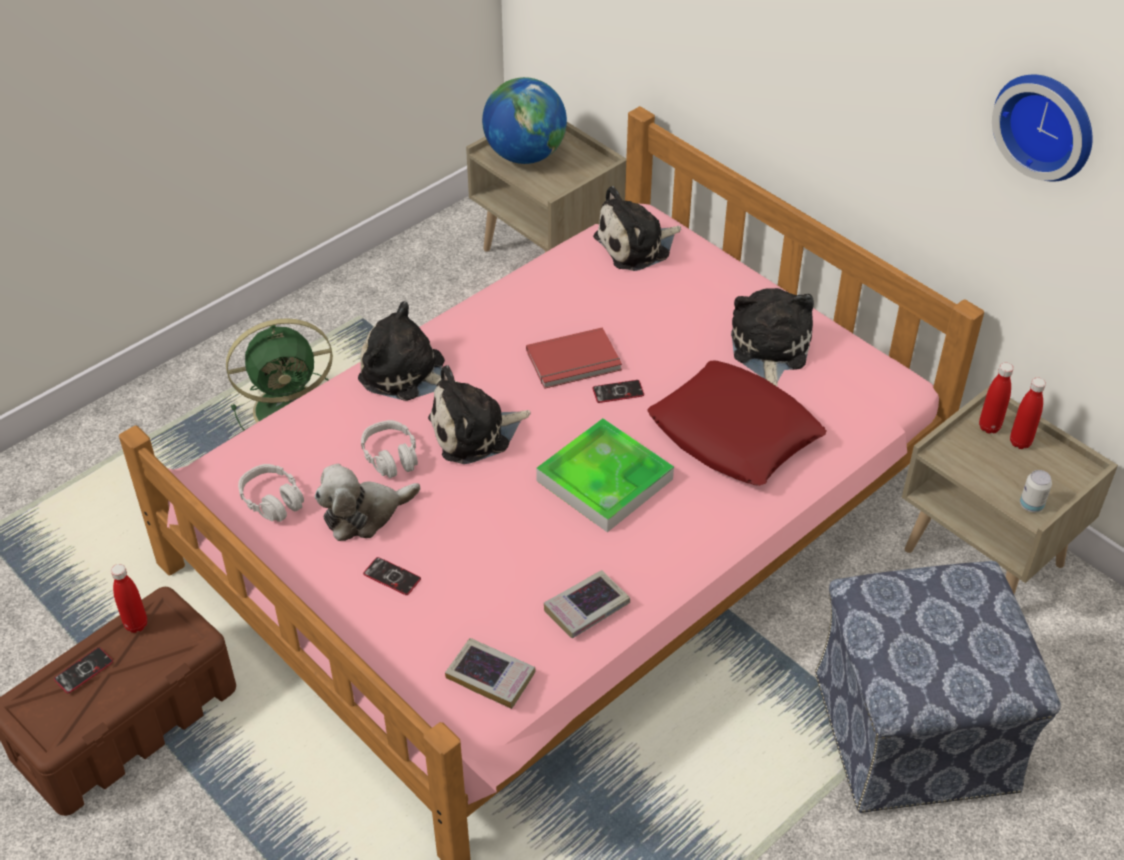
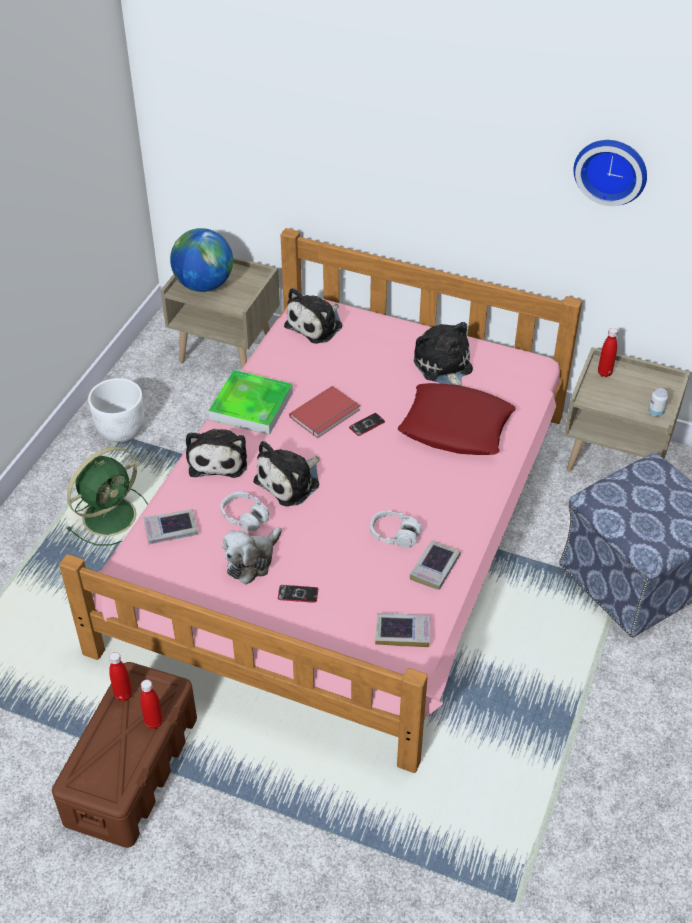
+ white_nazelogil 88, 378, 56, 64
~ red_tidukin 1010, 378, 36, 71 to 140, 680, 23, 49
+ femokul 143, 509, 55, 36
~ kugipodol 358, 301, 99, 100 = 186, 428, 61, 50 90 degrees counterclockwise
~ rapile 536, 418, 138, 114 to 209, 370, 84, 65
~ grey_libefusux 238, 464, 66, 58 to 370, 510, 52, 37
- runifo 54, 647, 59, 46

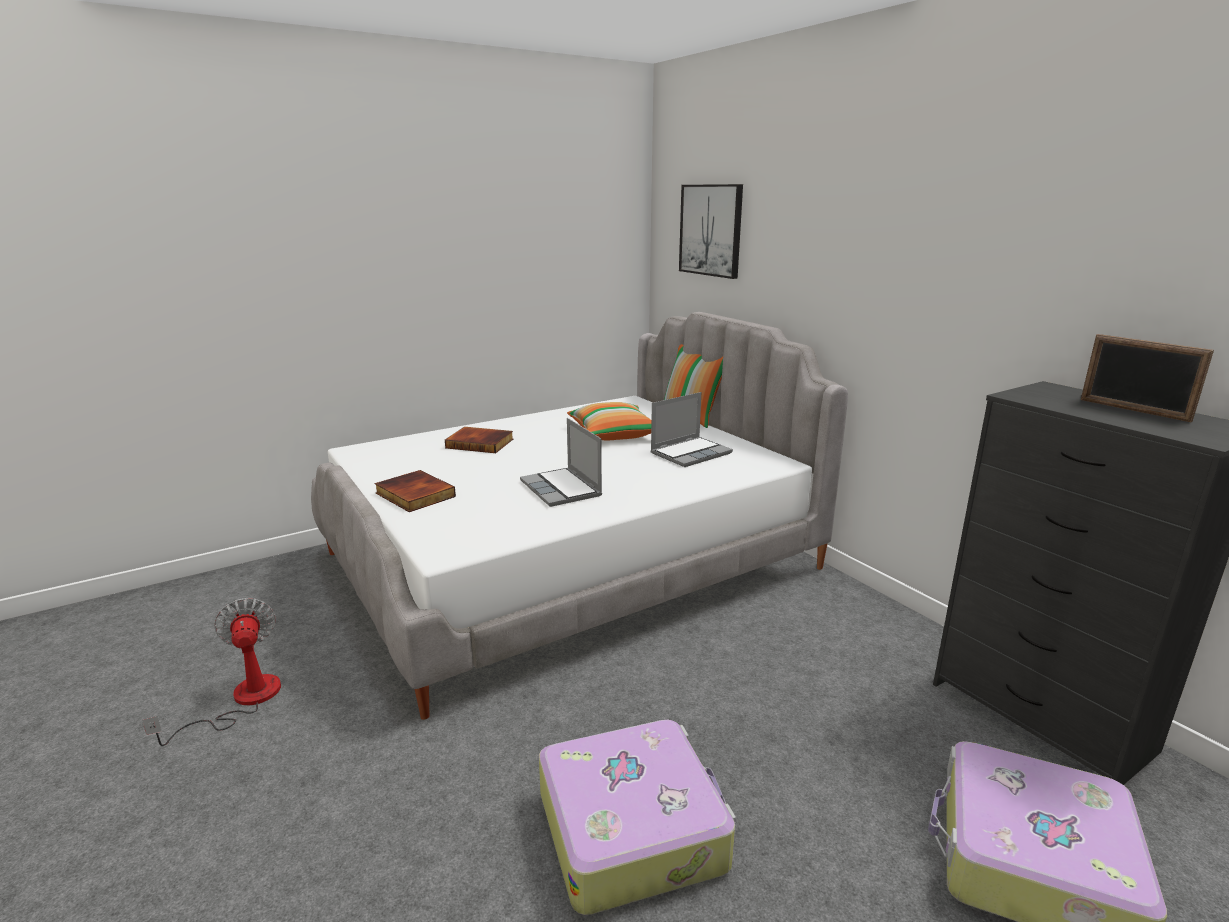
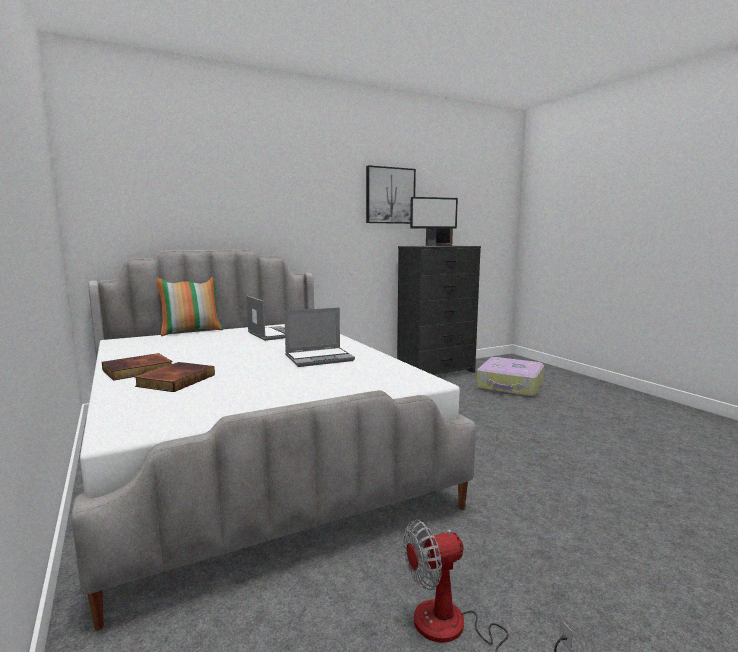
~ femokul 375, 470, 81, 42 to 102, 353, 71, 28
~ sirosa 679, 184, 64, 95 to 366, 165, 50, 59
+ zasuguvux 410, 197, 48, 49
- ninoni 539, 720, 197, 195
- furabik 567, 402, 85, 38

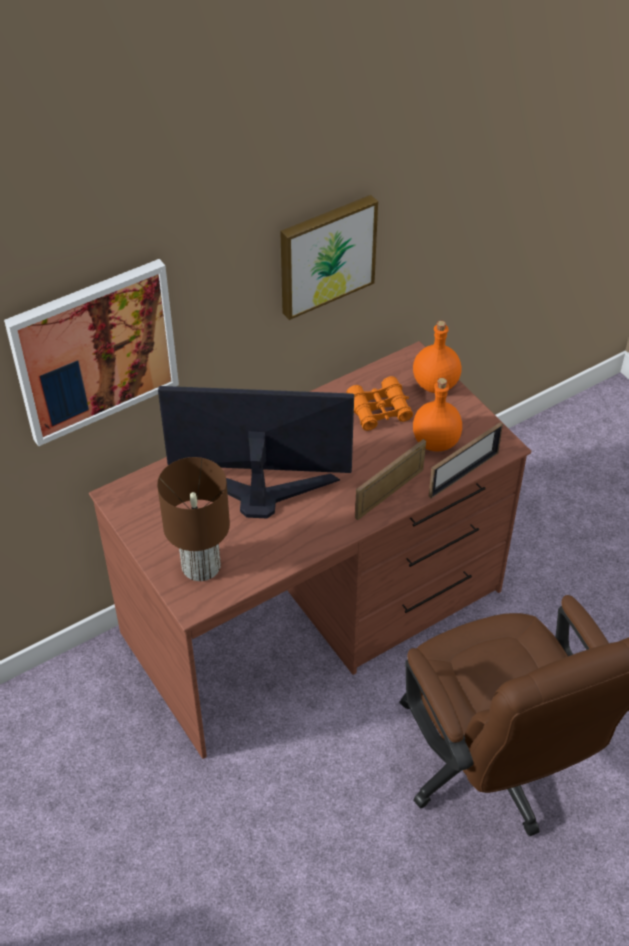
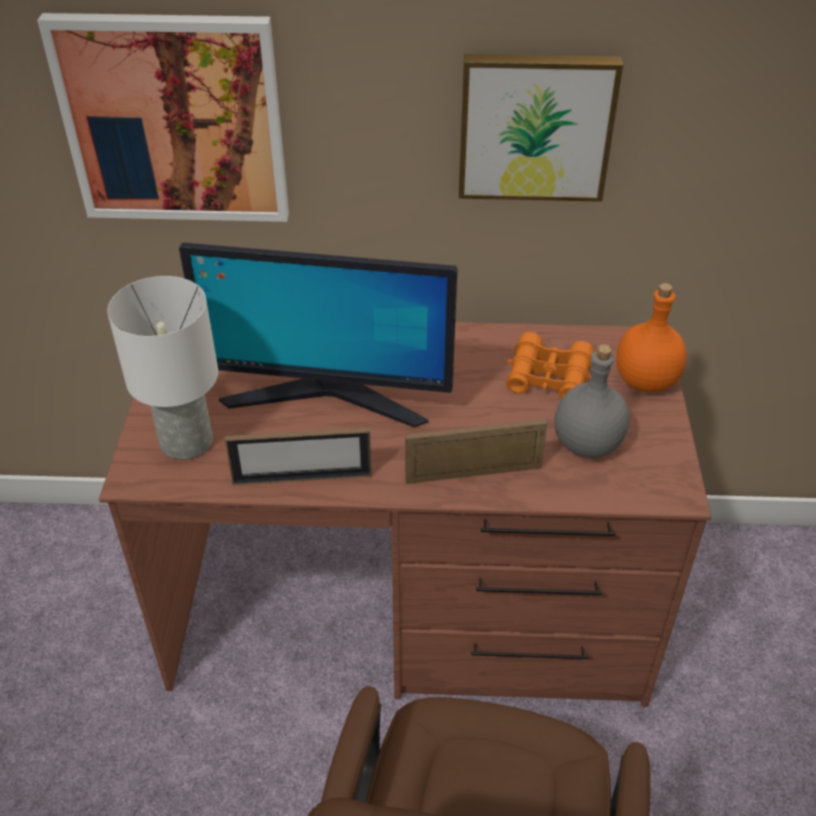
~ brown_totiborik 157, 457, 73, 124 to white_totiborik 107, 276, 111, 184
~ zasuguvux 158, 386, 196, 132 = 179, 243, 279, 185 150 degrees clockwise
~ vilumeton 429, 422, 74, 76 to 225, 427, 147, 58
~ orange_tidukin 413, 378, 49, 73 to grey_tidukin 555, 344, 75, 114

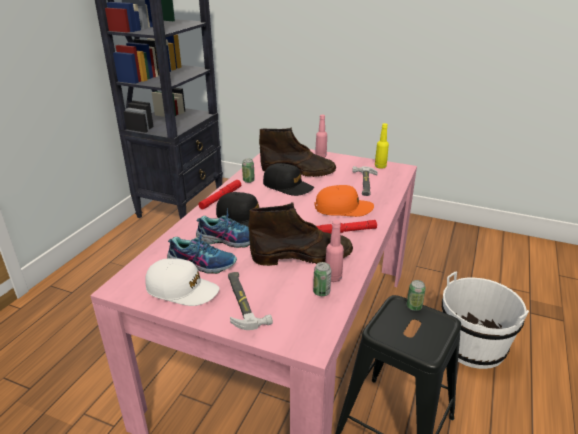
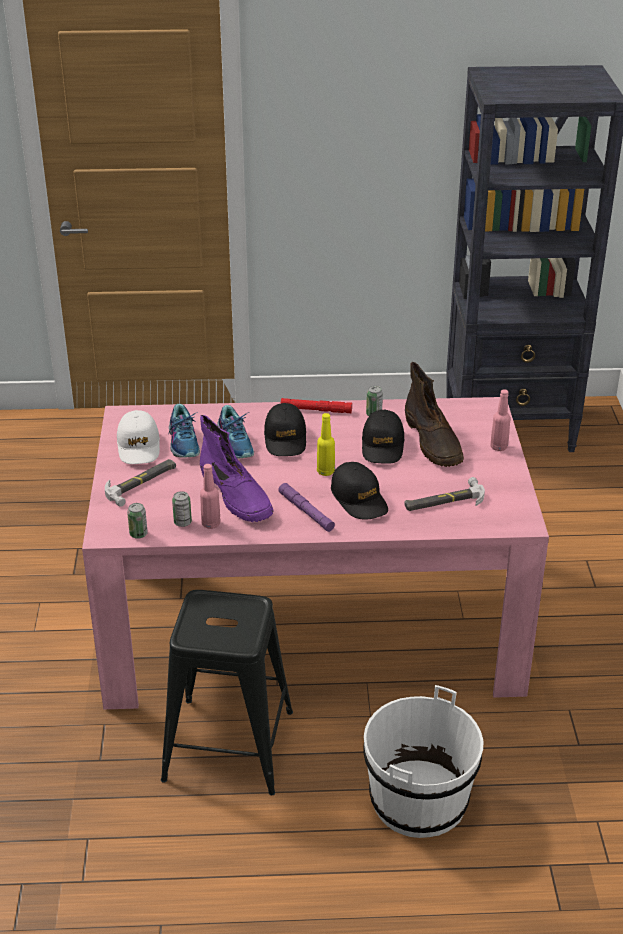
~ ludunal 407, 280, 19, 31 to 127, 503, 21, 36
~ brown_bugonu 249, 203, 104, 63 to purple_bugonu 200, 415, 73, 107
~ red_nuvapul 317, 220, 60, 13 to purple_nuvapul 278, 483, 57, 49
~ yellow_tidukin 375, 123, 14, 46 to 317, 413, 18, 63
~ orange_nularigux 314, 185, 60, 32 to black_nularigux 331, 462, 57, 58

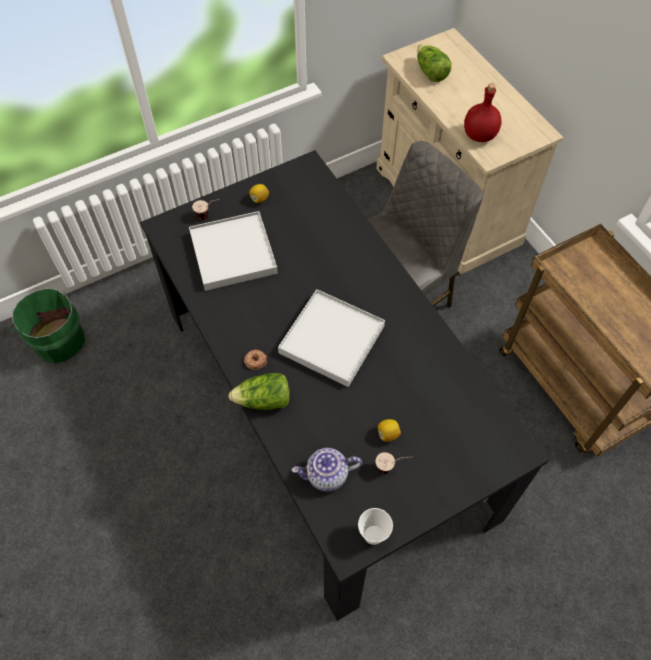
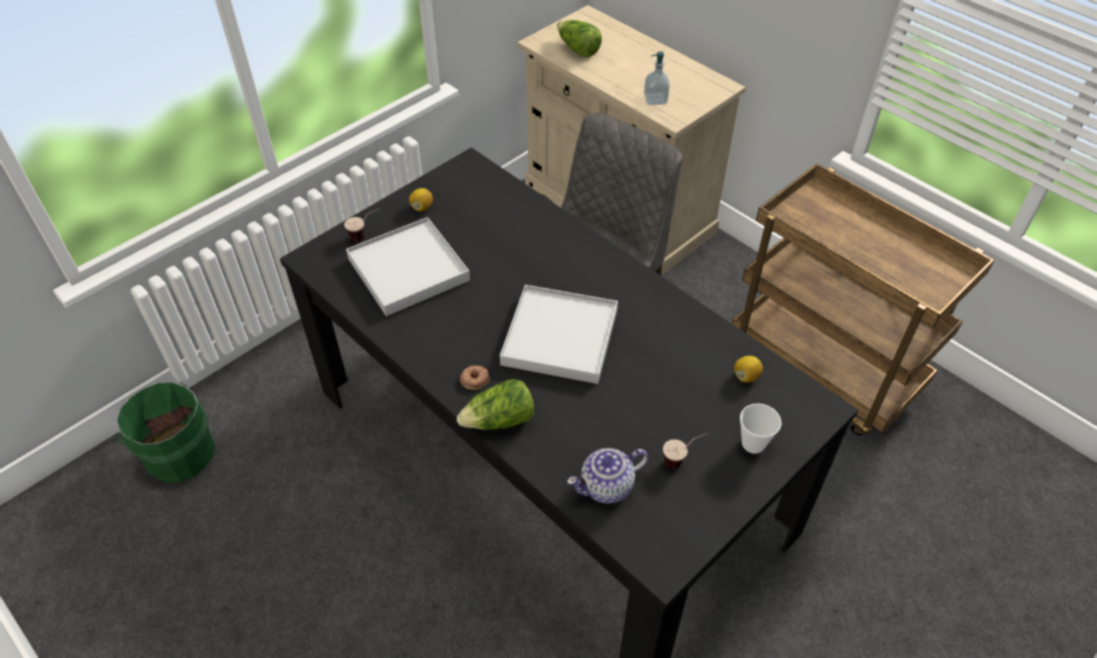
~ red_tidukin 464, 83, 37, 59 to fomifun 644, 51, 26, 54
~ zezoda 378, 419, 23, 23 to 734, 356, 29, 26
~ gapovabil 358, 508, 35, 37 to 740, 403, 41, 51

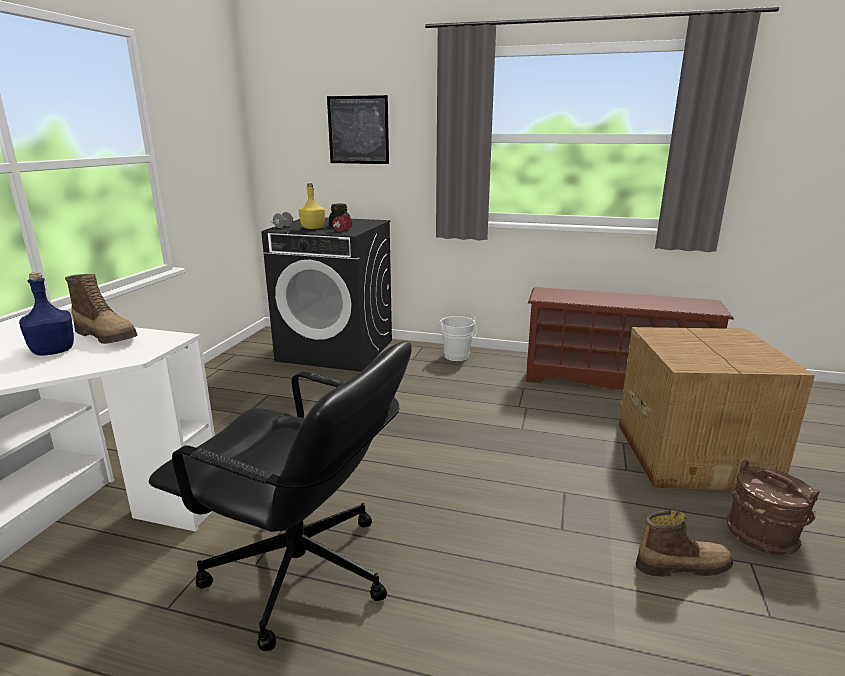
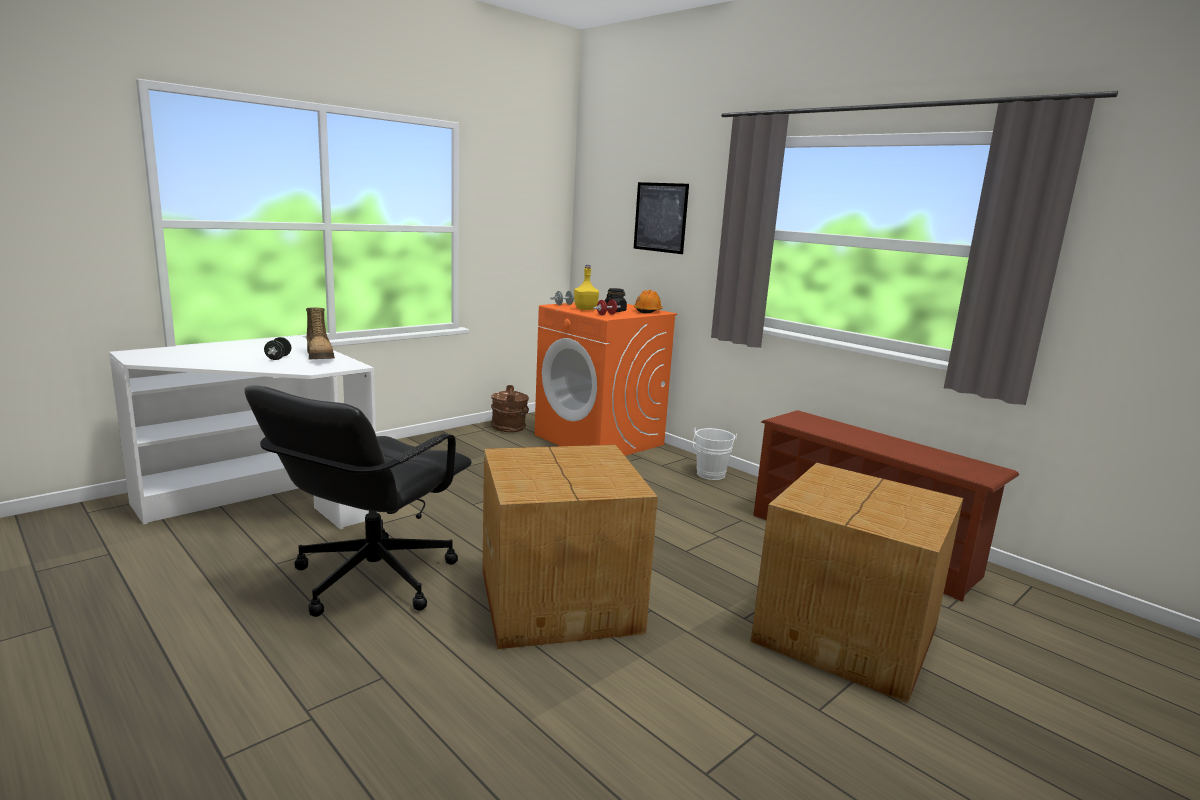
~ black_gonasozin 149, 341, 263, 310 = 244, 385, 228, 232 60 degrees clockwise
~ blue_tidukin 19, 272, 55, 84 to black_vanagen 264, 337, 27, 23
+ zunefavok 482, 445, 176, 204
~ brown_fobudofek 727, 460, 93, 95 to 491, 385, 38, 47
~ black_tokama 261, 217, 131, 155 to orange_tokama 535, 300, 142, 156
+ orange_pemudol 633, 290, 30, 23
- bugonu 636, 510, 97, 66

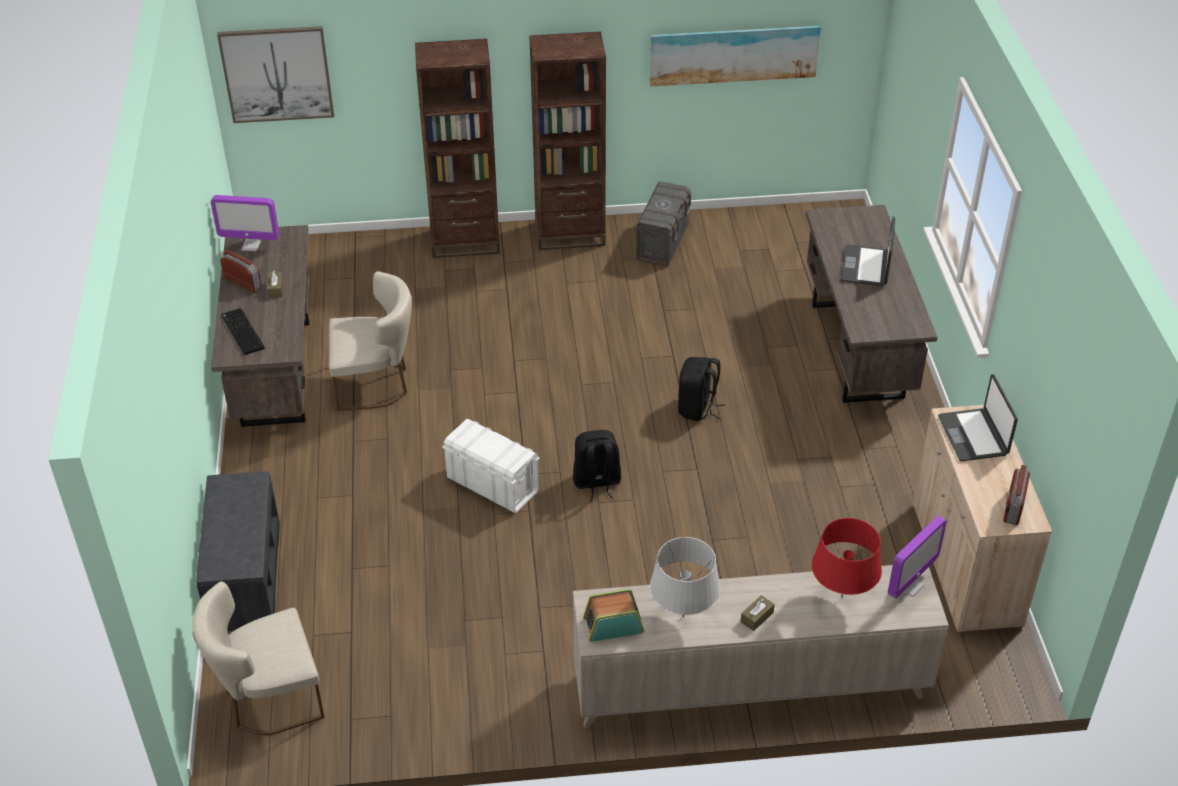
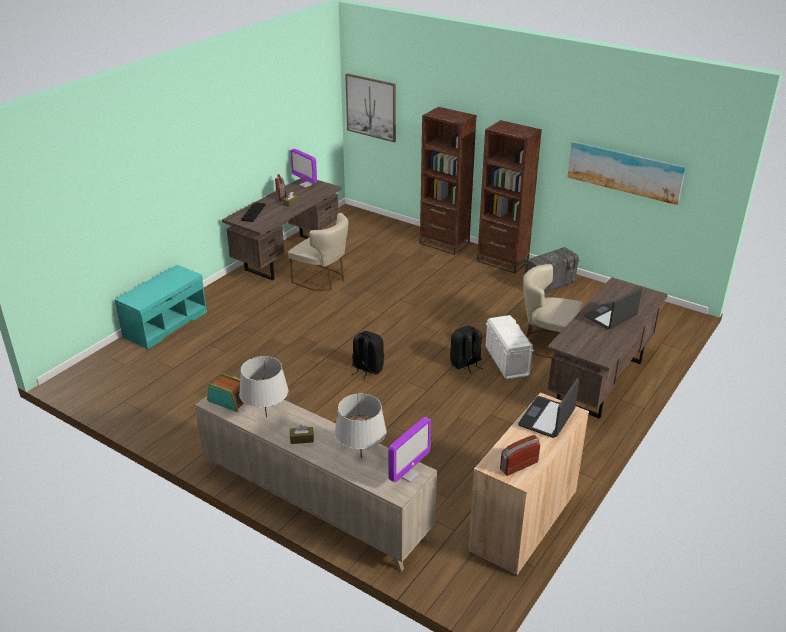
~ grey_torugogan 196, 471, 84, 160 to turquoise_torugogan 114, 265, 93, 84
~ red_totiborik 812, 518, 70, 80 to grey_totiborik 334, 394, 53, 64
~ zasuguvux 888, 516, 59, 82 = 388, 417, 43, 66 45 degrees counterclockwise
~ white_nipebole 442, 419, 98, 94 to 486, 315, 48, 64
~ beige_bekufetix 192, 581, 132, 154 to 523, 264, 59, 94

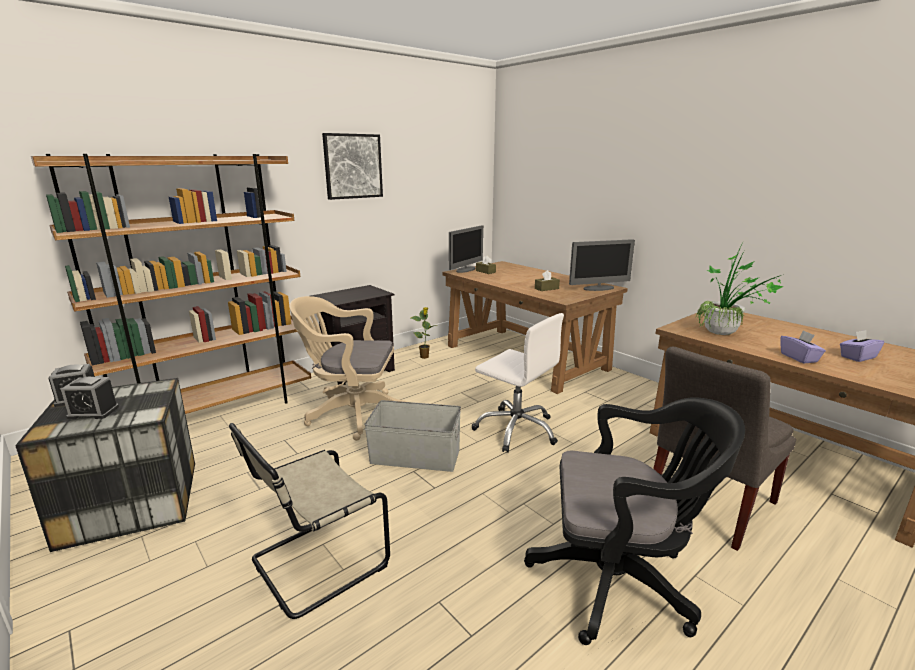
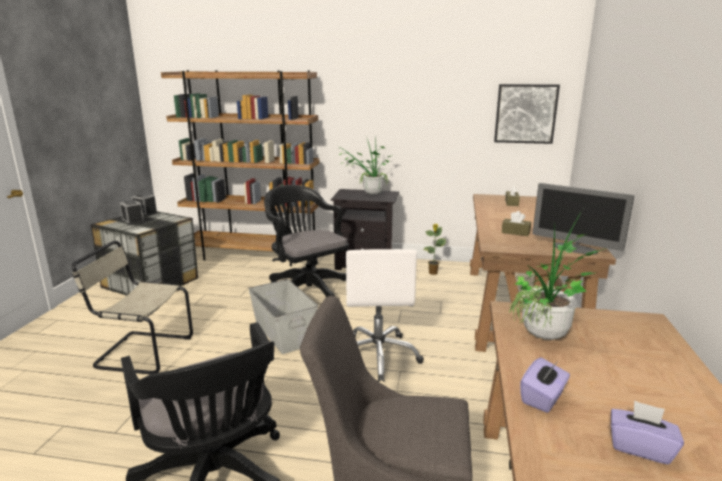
~ beige_gonasozin 289, 296, 118, 145 to black_gonasozin 264, 185, 85, 112
+ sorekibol 338, 139, 54, 56
~ sirosa 322, 133, 61, 67 to 494, 84, 66, 60
- zasuguvux 449, 225, 34, 48

